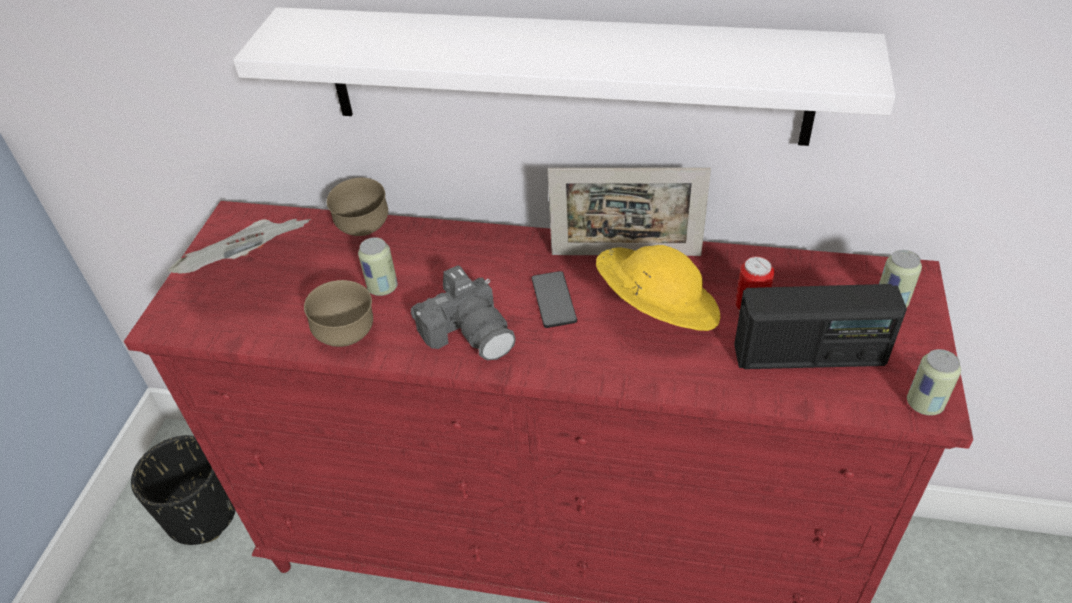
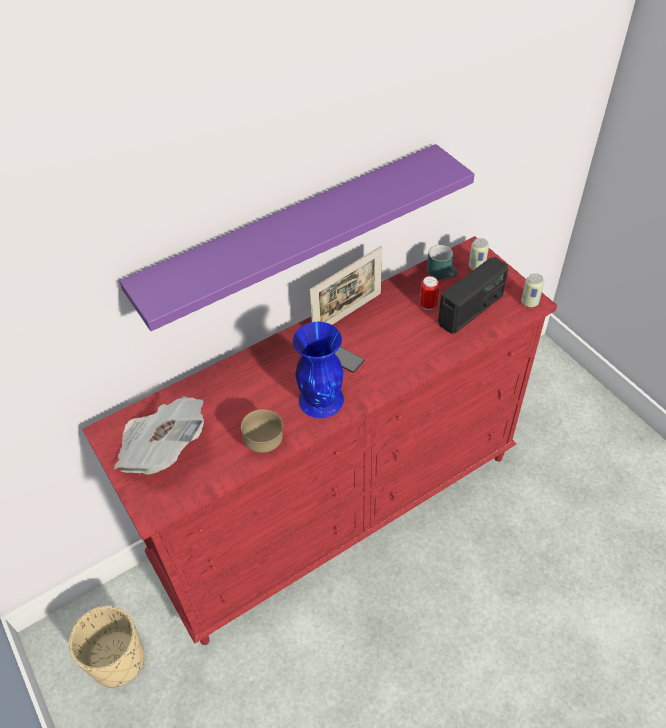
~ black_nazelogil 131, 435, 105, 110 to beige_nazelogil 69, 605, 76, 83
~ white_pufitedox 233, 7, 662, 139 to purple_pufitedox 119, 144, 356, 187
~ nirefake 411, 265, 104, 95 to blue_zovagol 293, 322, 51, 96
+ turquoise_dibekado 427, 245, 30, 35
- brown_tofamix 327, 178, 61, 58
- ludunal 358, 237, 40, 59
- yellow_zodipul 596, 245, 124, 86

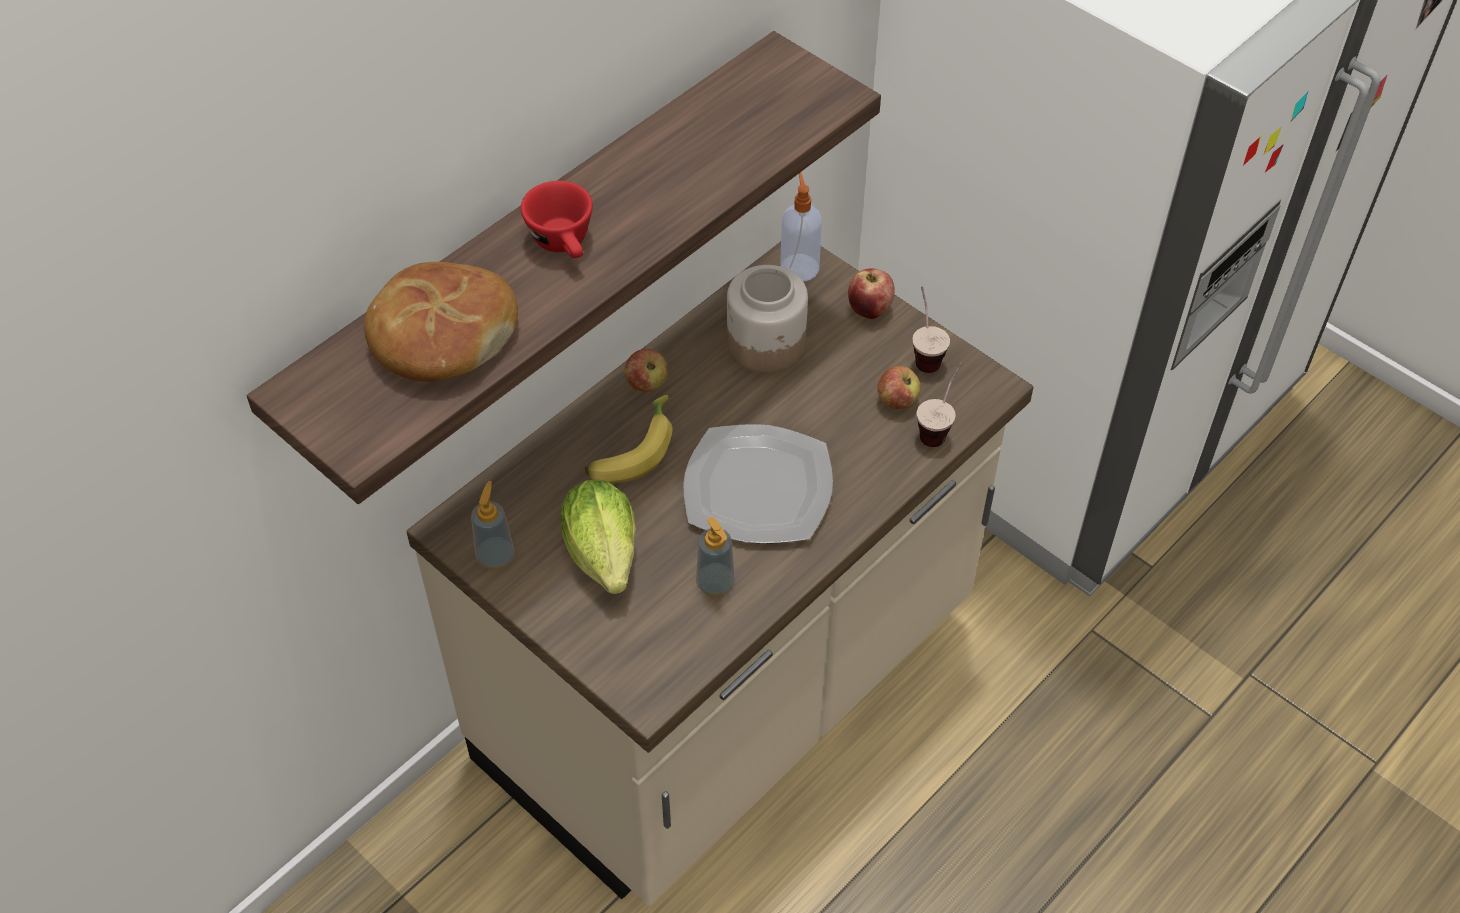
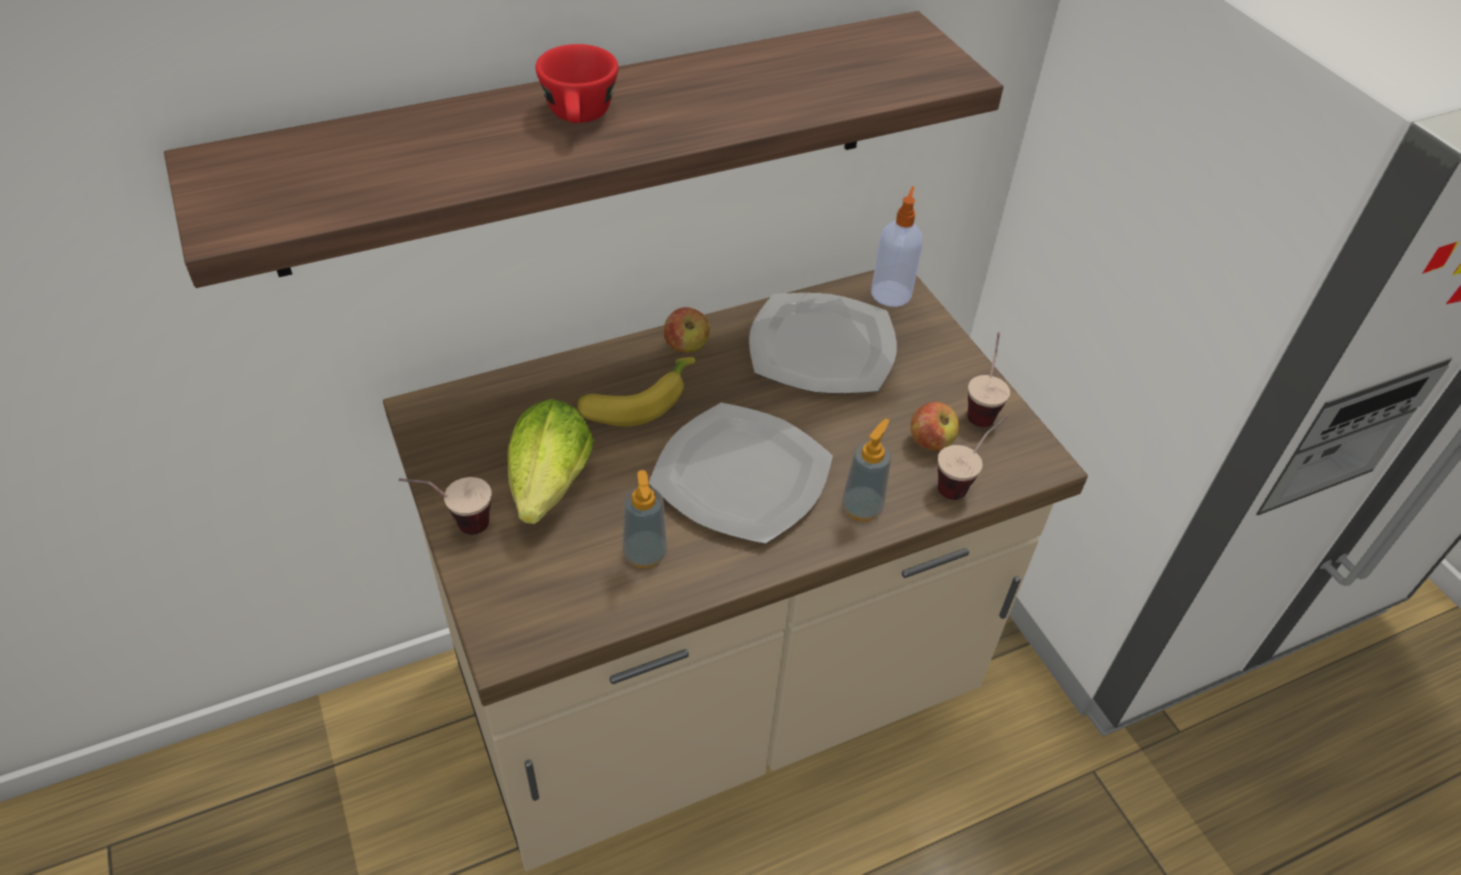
+ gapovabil 399, 477, 93, 58
~ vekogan 727, 265, 81, 108 to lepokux 749, 293, 148, 101
~ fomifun 471, 481, 43, 89 to 842, 418, 49, 103
- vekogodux 364, 262, 154, 119
- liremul 848, 268, 47, 51

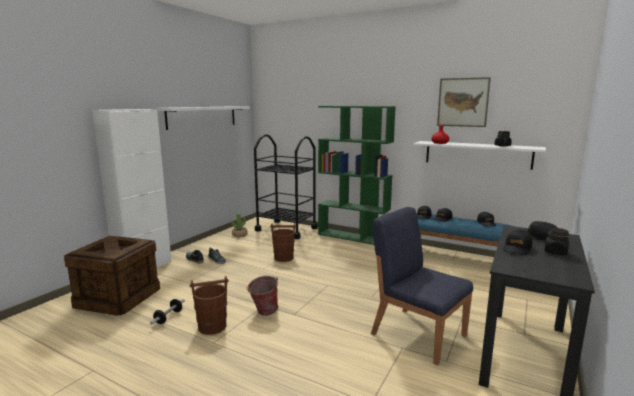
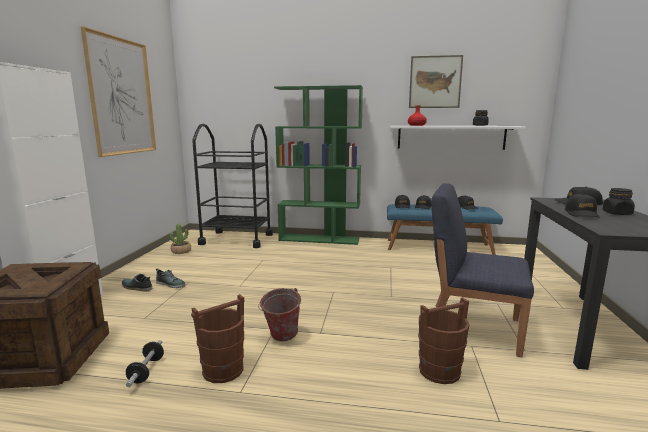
~ white_pufitedox 157, 106, 93, 24 to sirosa 81, 27, 75, 130
~ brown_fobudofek 270, 223, 26, 39 to 418, 297, 52, 87

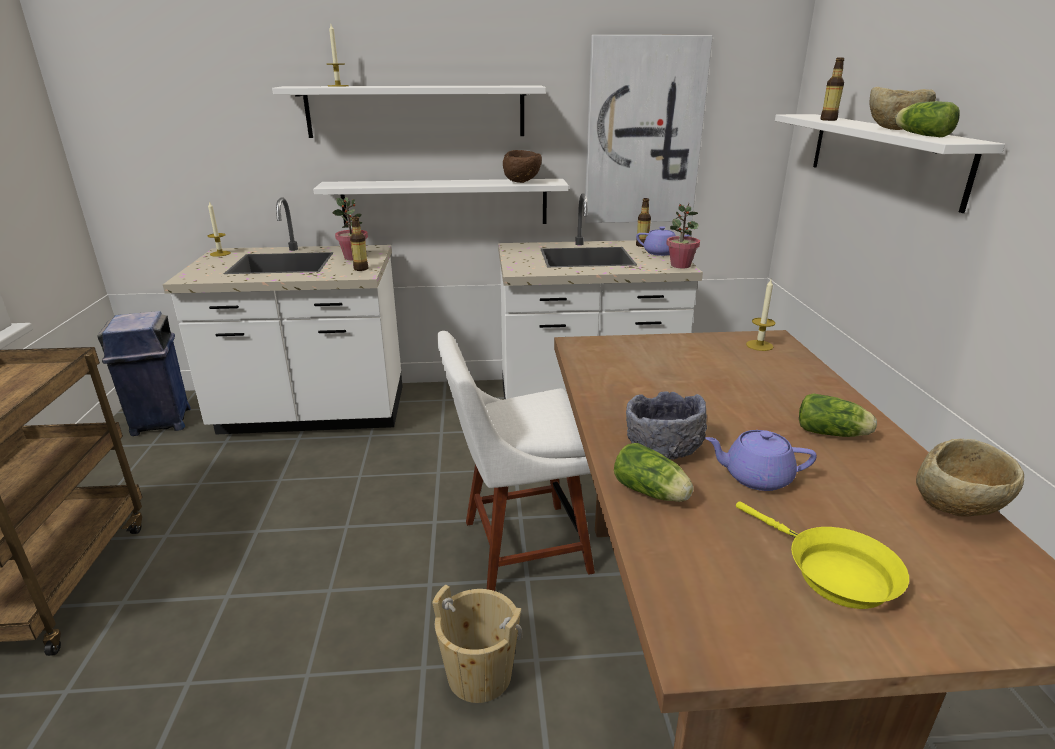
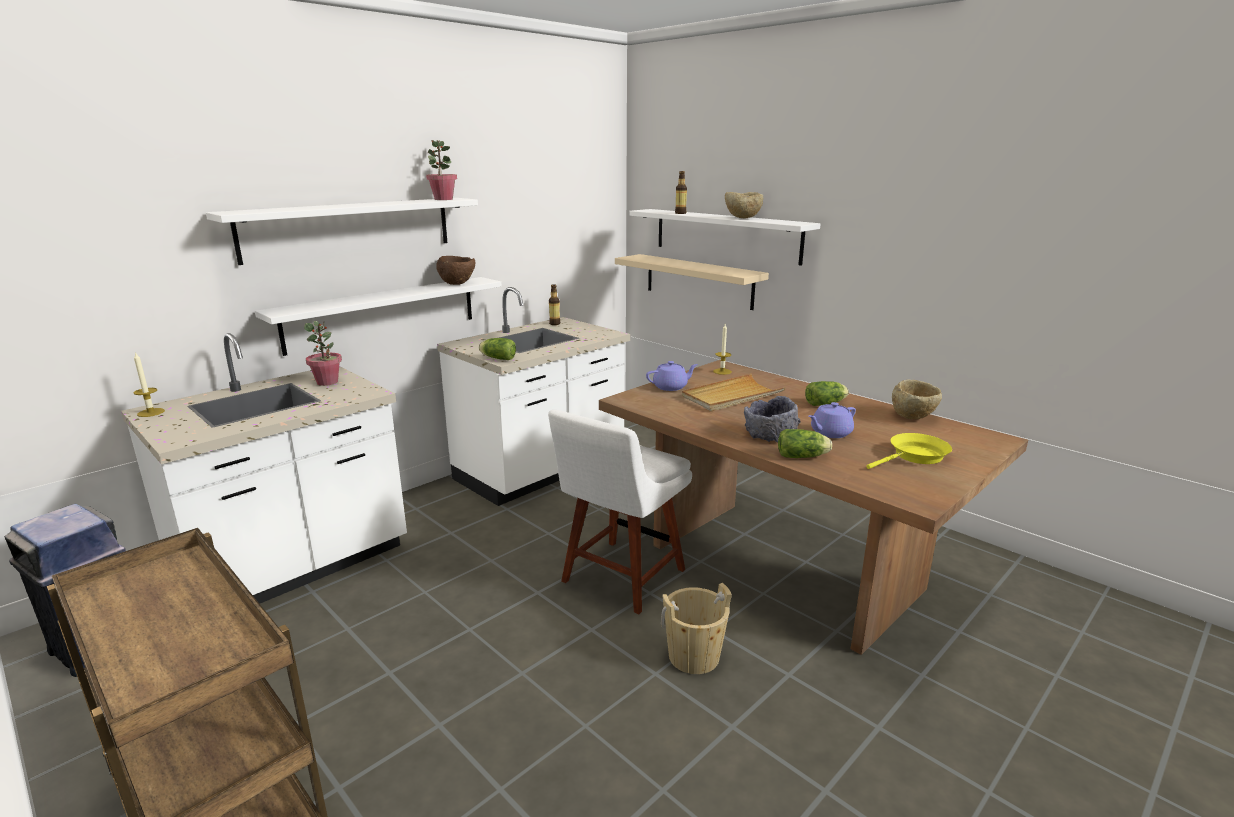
~ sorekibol 666, 203, 34, 65 to 426, 139, 31, 61
~ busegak 895, 101, 65, 36 to 479, 338, 37, 22
+ beige_pufitedox 615, 254, 154, 56
~ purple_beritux 636, 226, 55, 30 to 646, 361, 52, 30
+ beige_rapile 682, 374, 104, 37
~ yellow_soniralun 736, 502, 173, 107 = 866, 433, 86, 36 45 degrees counterclockwise
- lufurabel 327, 24, 22, 63
- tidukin 350, 216, 18, 55
- sirosa 584, 35, 129, 188

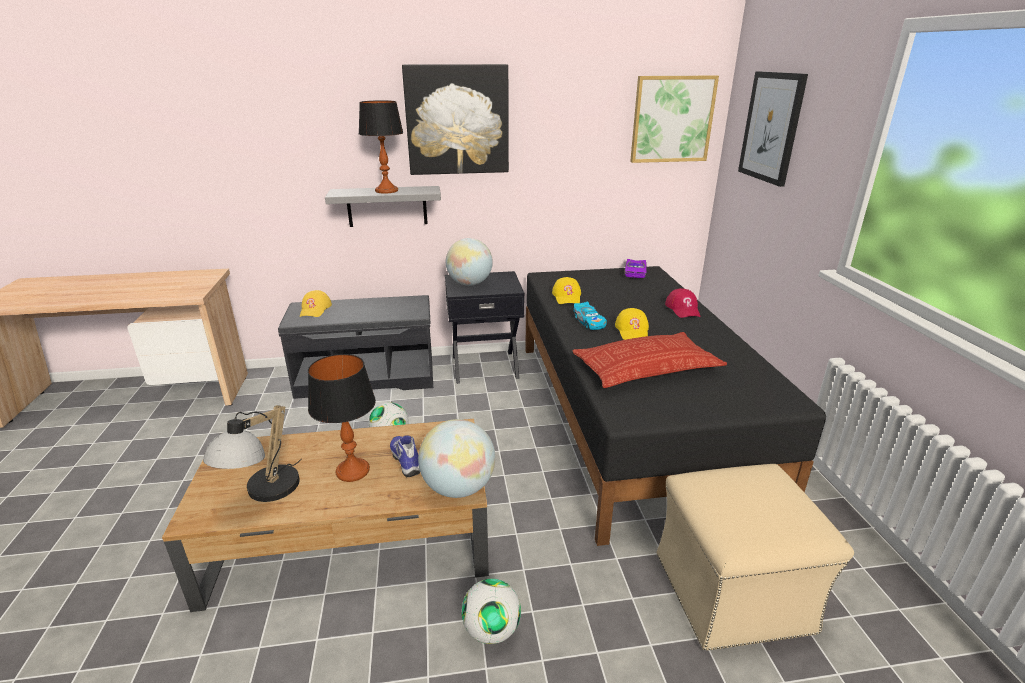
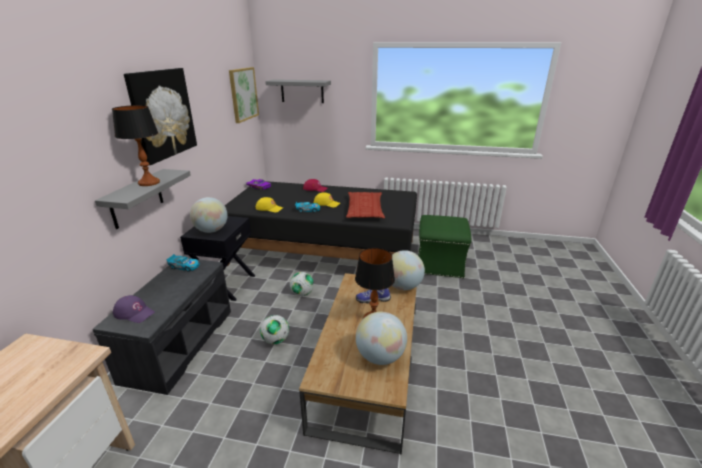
~ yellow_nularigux 300, 290, 32, 27 to purple_nularigux 113, 295, 42, 28
+ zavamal 166, 254, 33, 18
~ sirosa 738, 72, 70, 115 to grey_pufitedox 265, 79, 66, 24
~ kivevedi 462, 579, 59, 65 to 290, 272, 24, 24
~ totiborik 203, 405, 99, 97 to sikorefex 356, 312, 51, 53
~ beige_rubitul 657, 464, 197, 186 to green_rubitul 418, 215, 53, 63

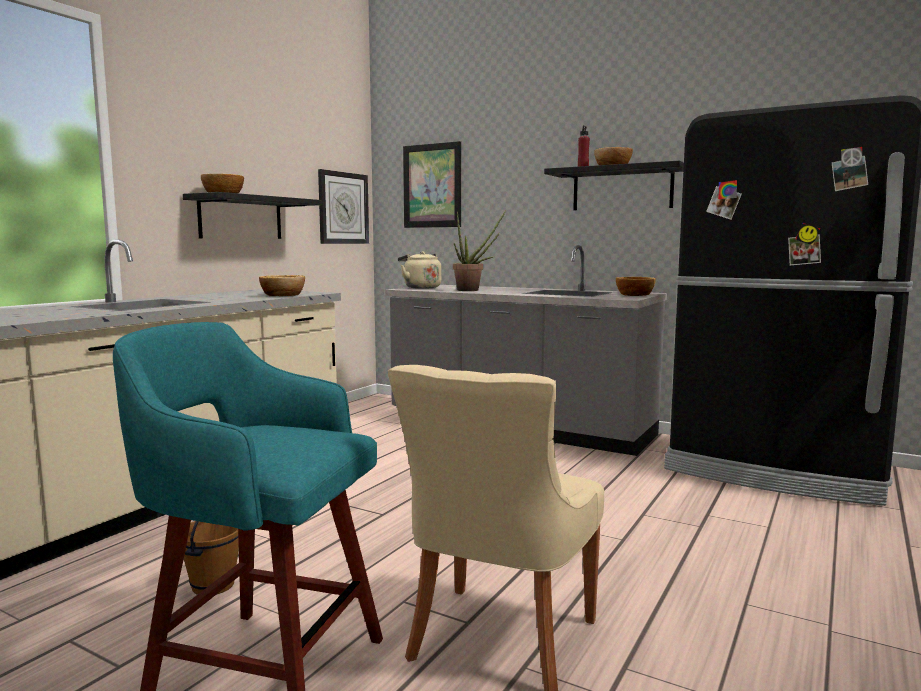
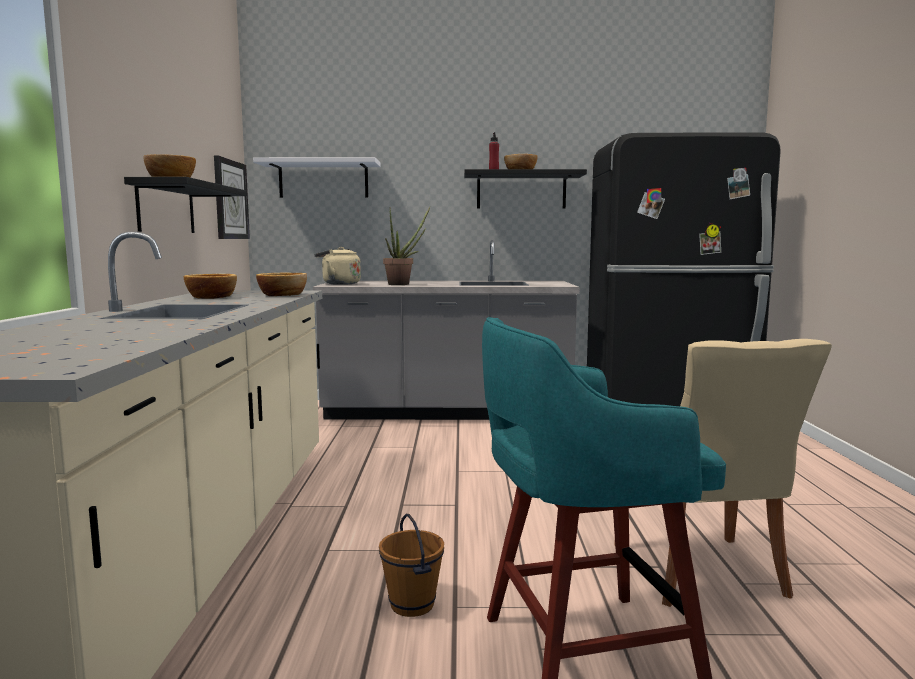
~ tofamix 616, 277, 40, 19 to 184, 274, 53, 25
~ sirosa 403, 141, 58, 87 to white_pufitedox 253, 157, 128, 41

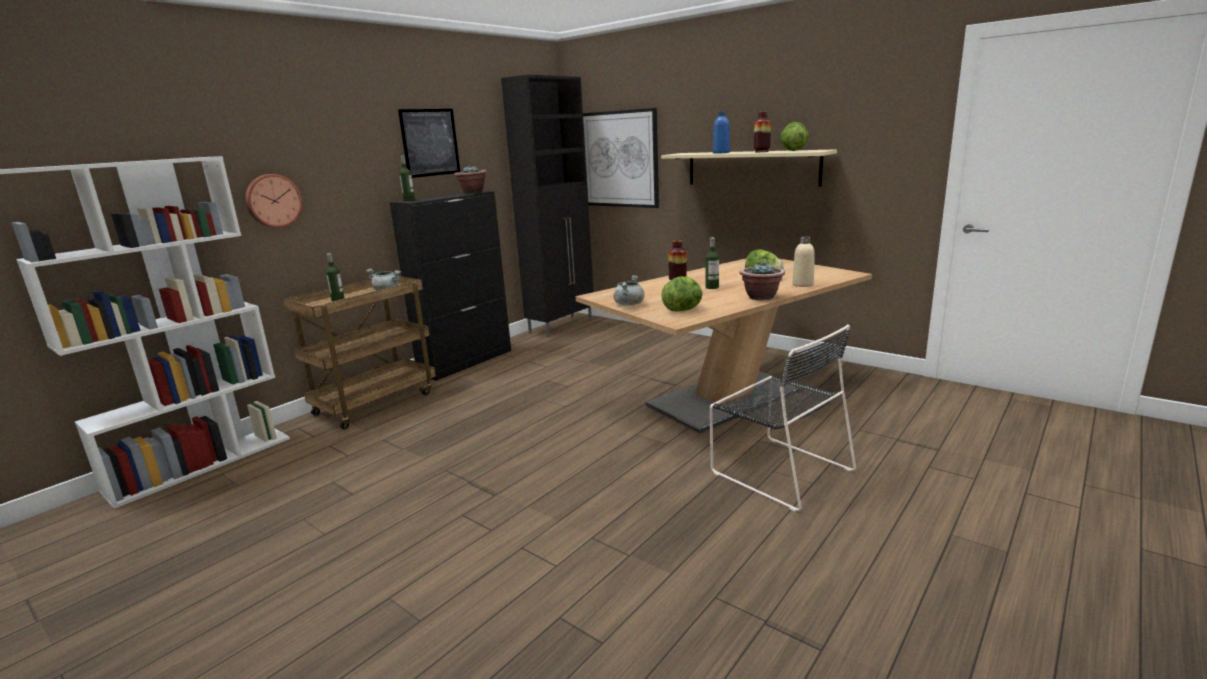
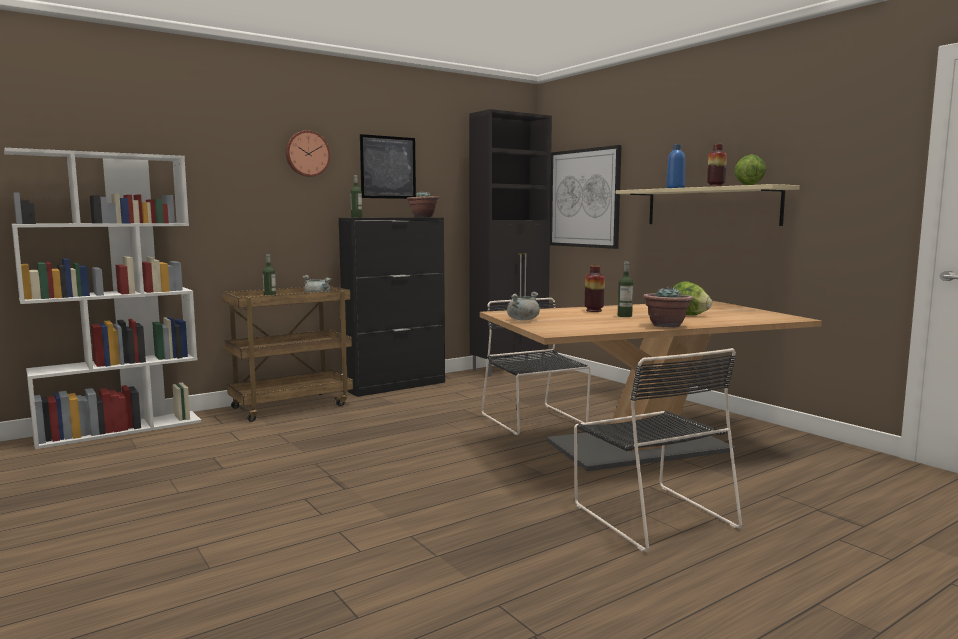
~ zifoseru 245, 174, 57, 54 to 285, 130, 46, 47
+ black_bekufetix 481, 298, 110, 137
- busegak 661, 276, 42, 35
- beige_tidukin 792, 236, 23, 51

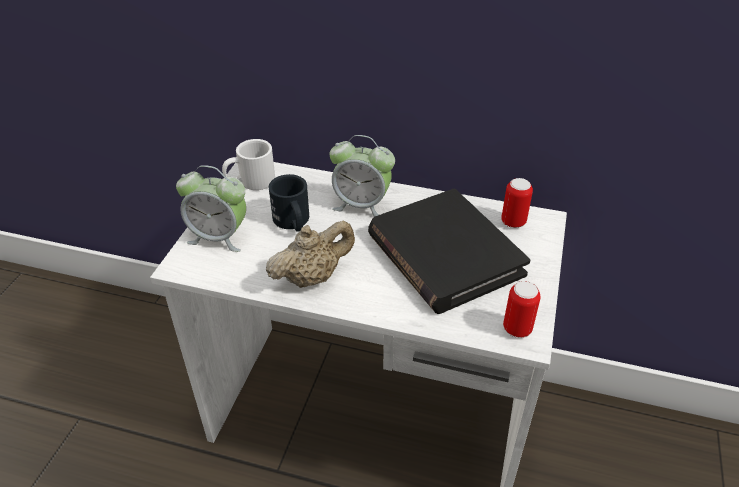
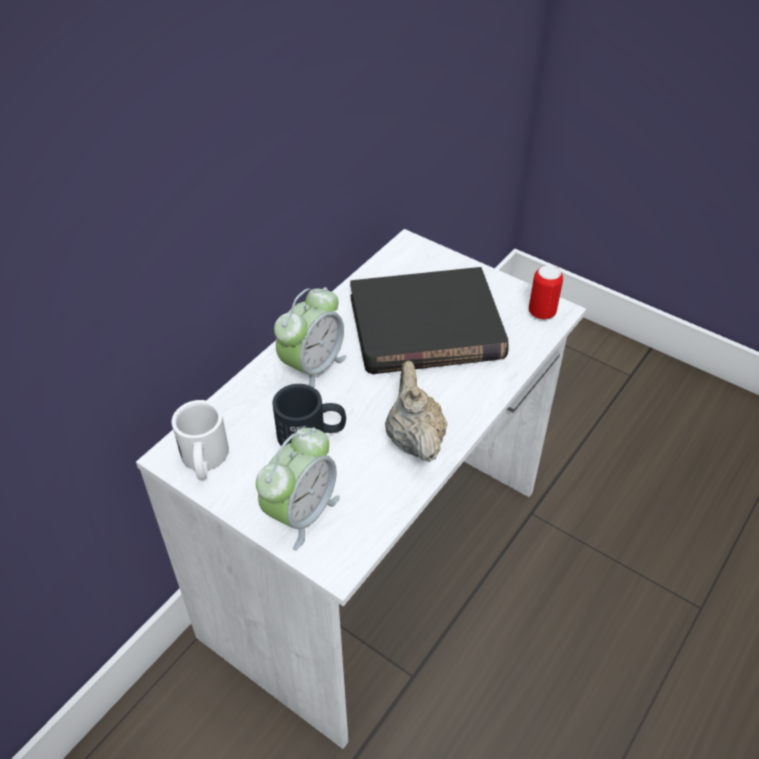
- ludunal 501, 178, 32, 50

